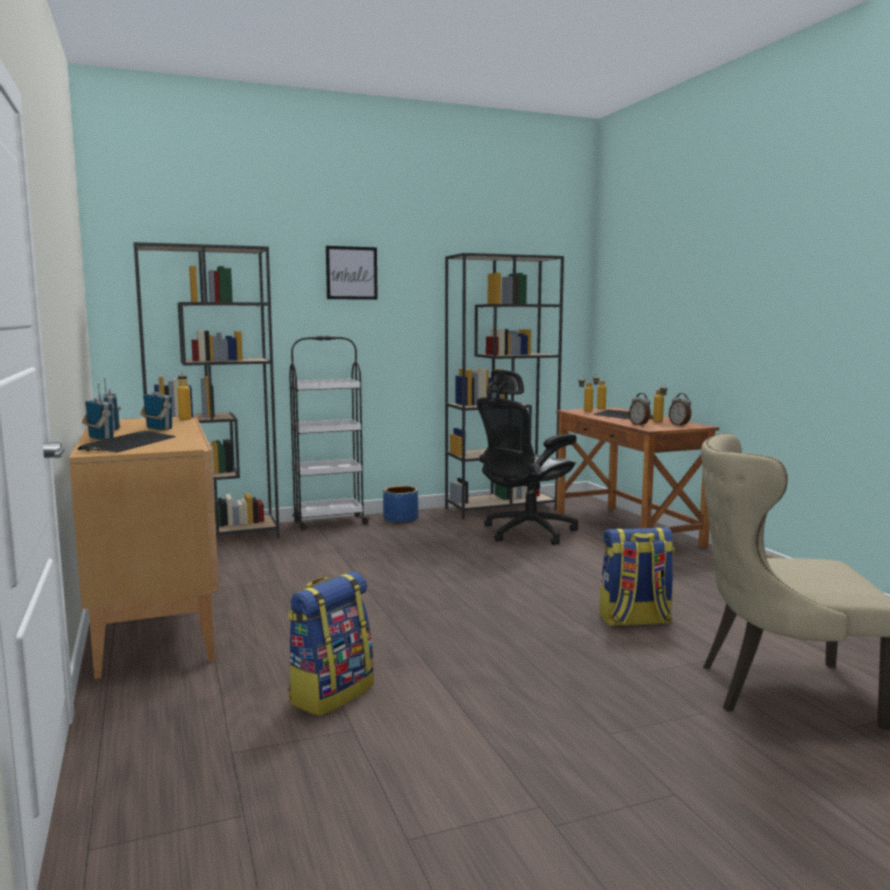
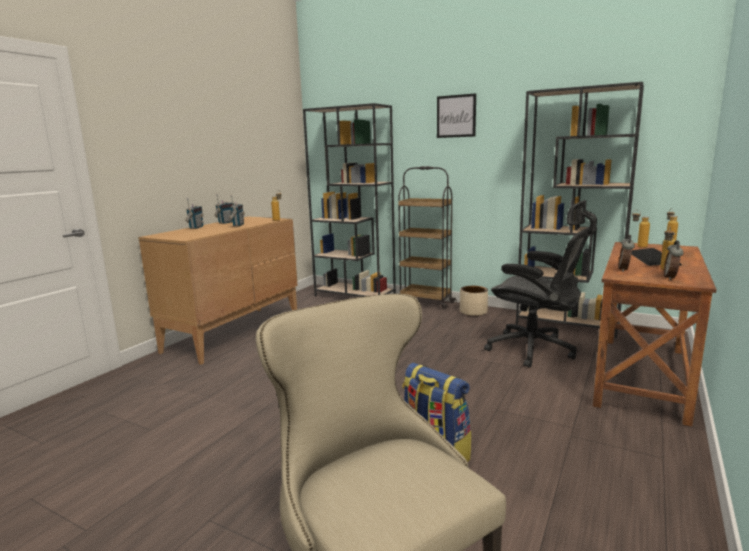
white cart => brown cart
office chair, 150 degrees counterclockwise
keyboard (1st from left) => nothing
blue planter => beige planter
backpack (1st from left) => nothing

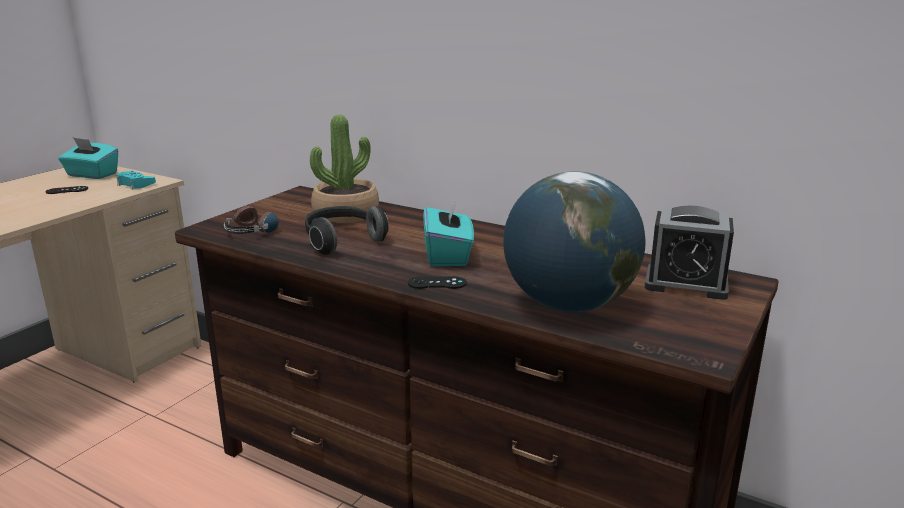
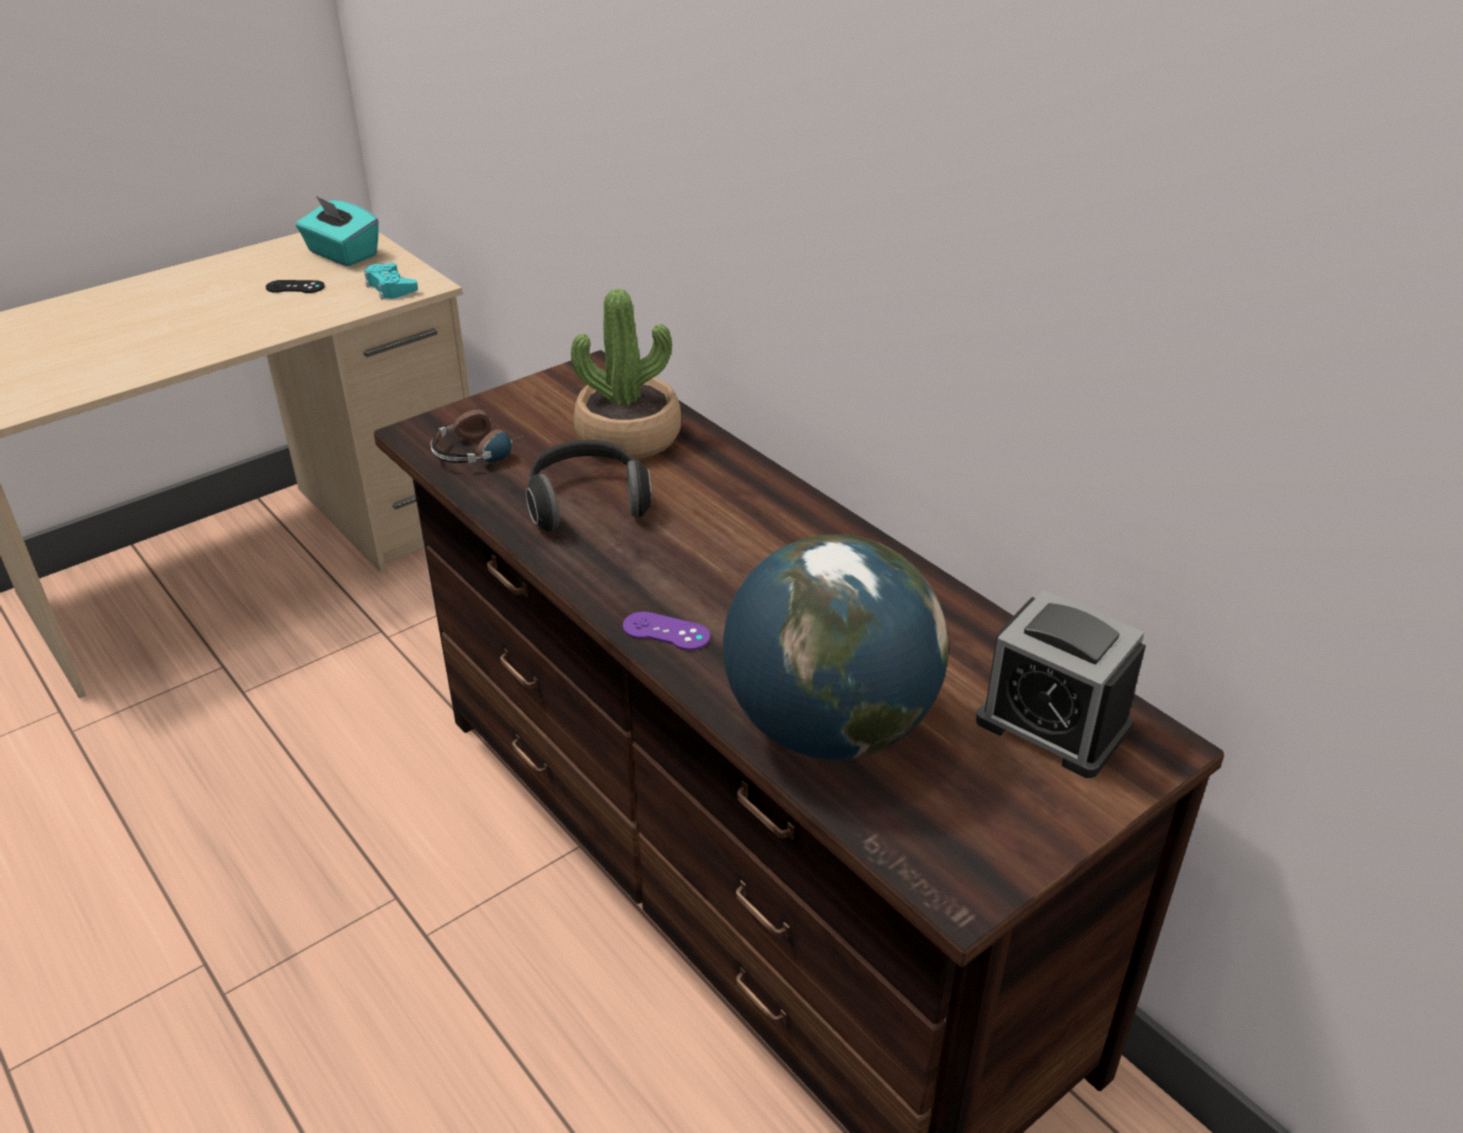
turquoise tissue box (2nd from left) => nothing
black game controller (2nd from left) => purple game controller

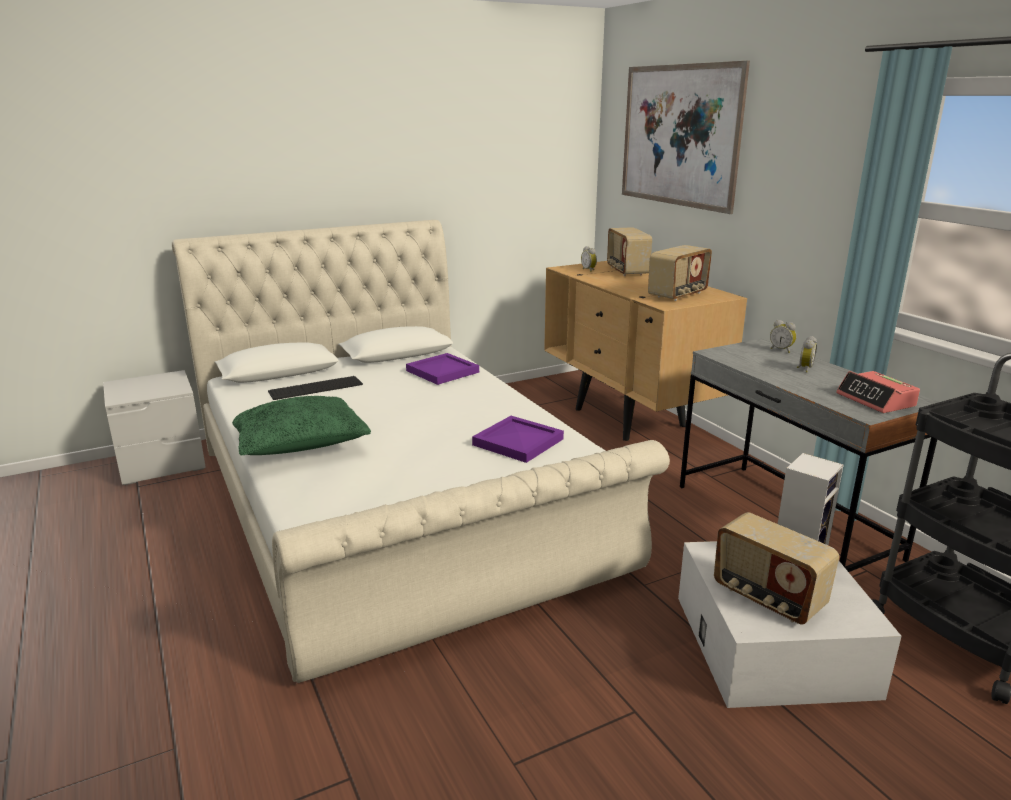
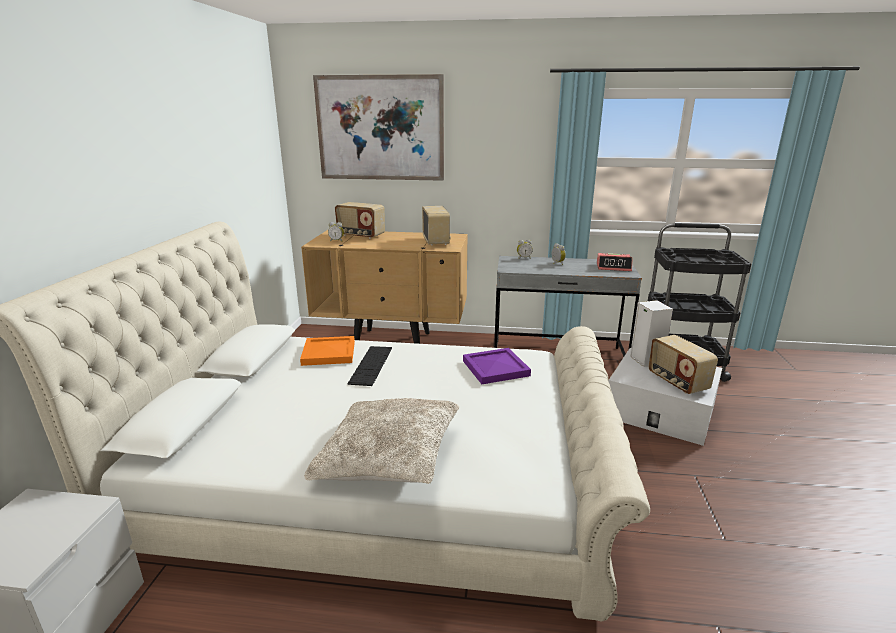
purple tray (1st from left) => orange tray
keyboard, move
green pillow => beige pillow
radio (3rd from left), 75 degrees clockwise

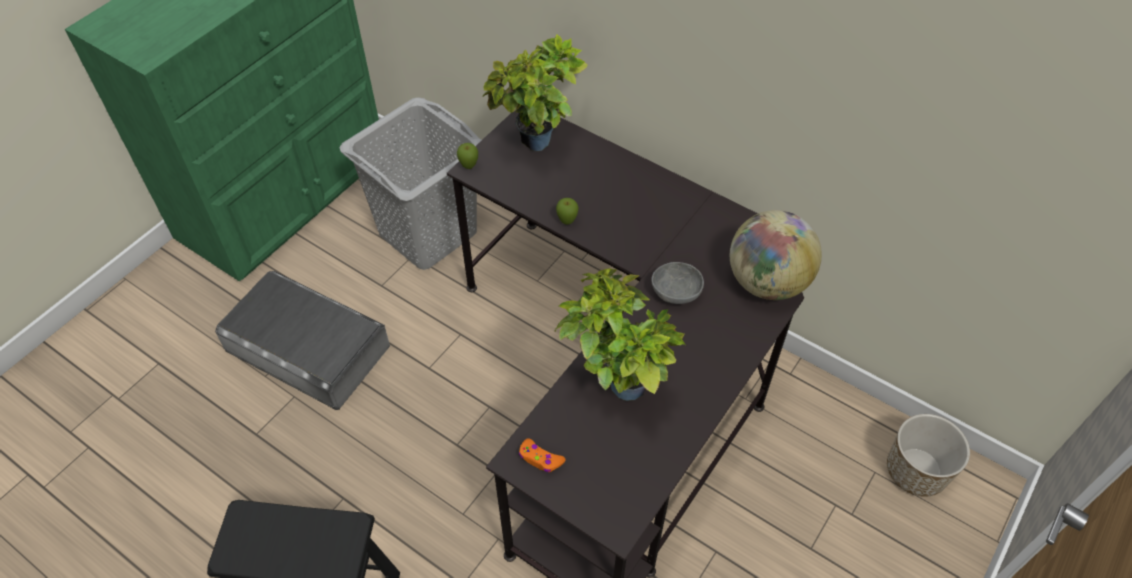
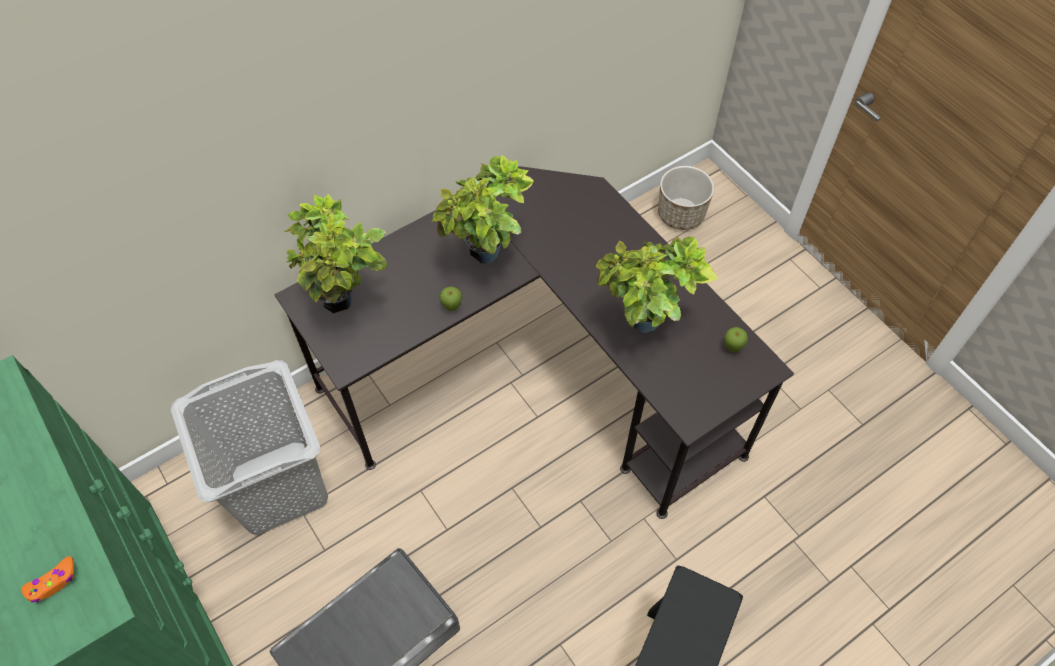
apple (1st from left in the first image) => apple (2nd from left), move
globe => nothing
grey bowl => nothing
orange game controller, move
nothing => potted plant (2nd from left)

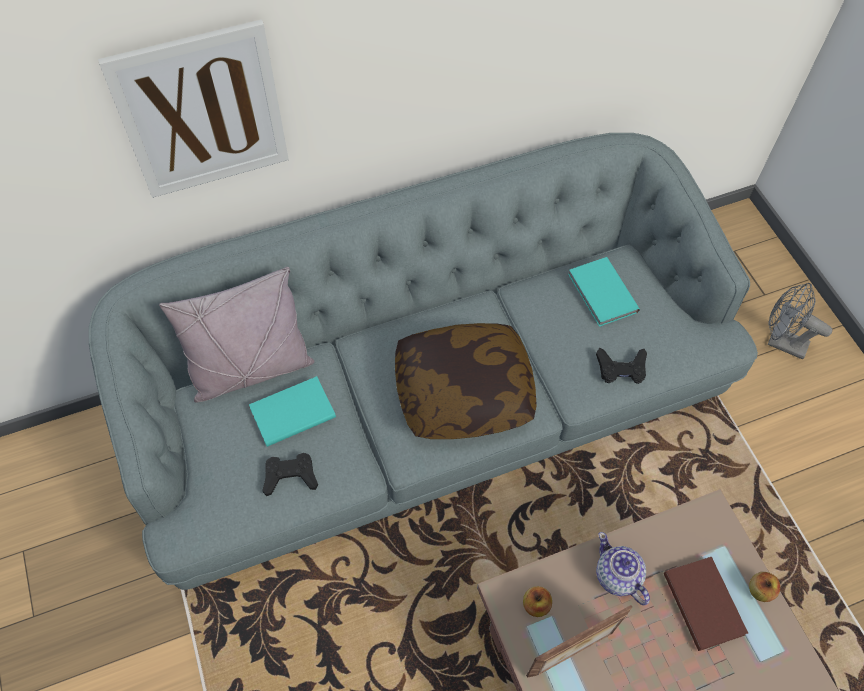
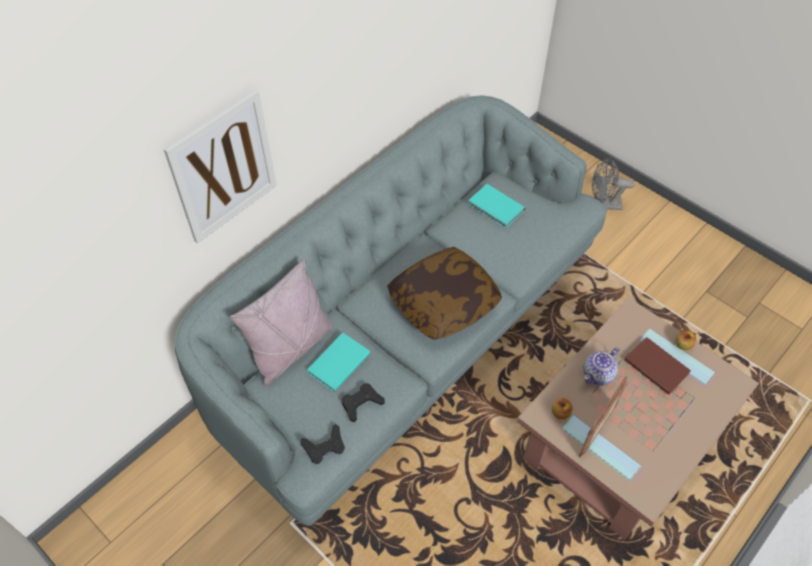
black game controller (2nd from left in the first image) => black game controller (1st from left), move
teapot, 75 degrees counterclockwise

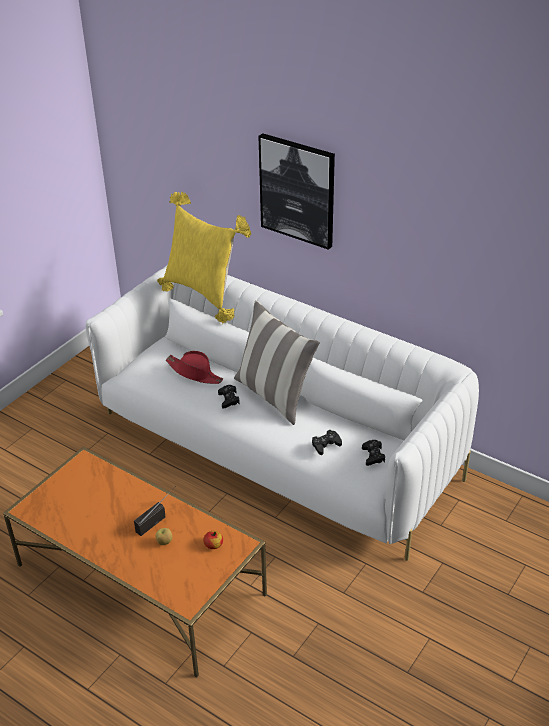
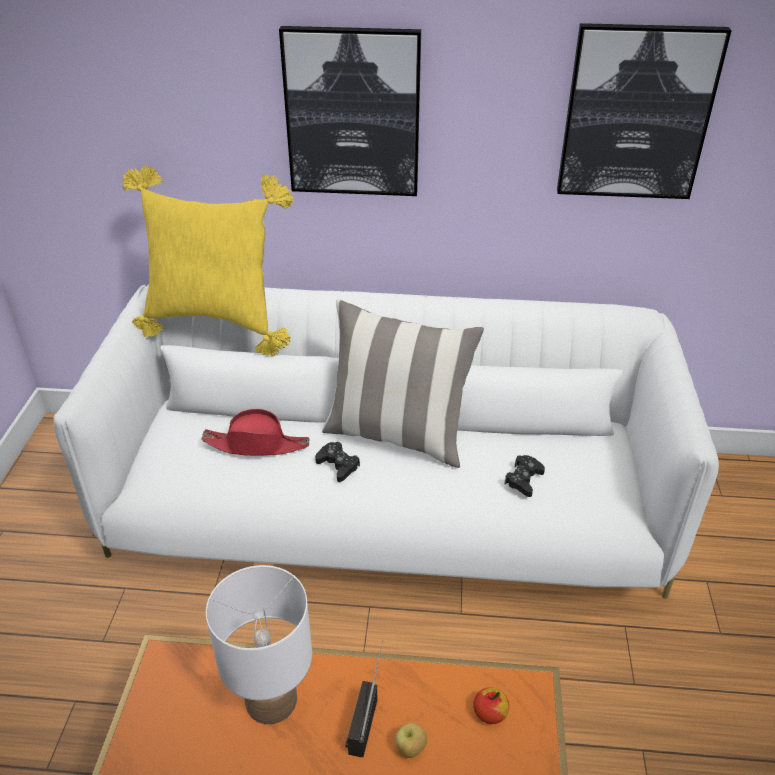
black game controller (3rd from left) => nothing
nothing => picture (2nd from left)
nothing => white table lamp

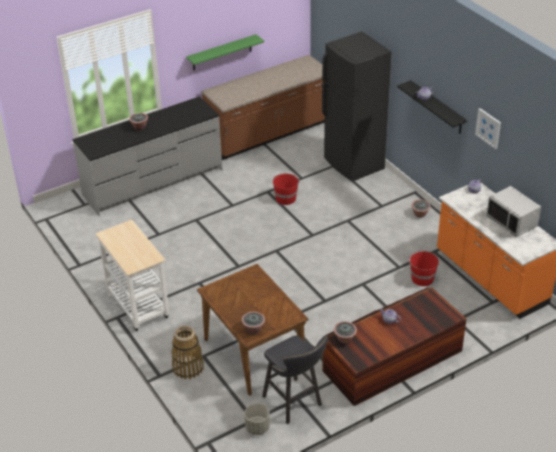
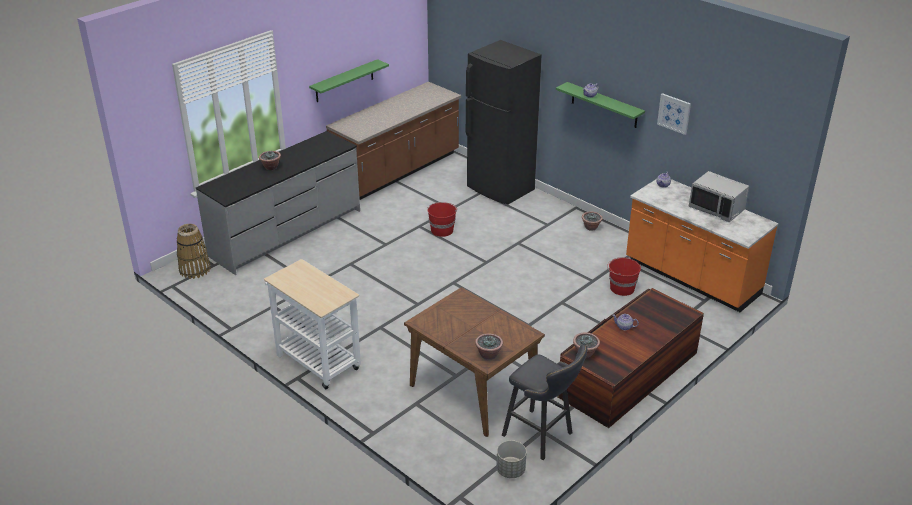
black shelf => green shelf (2nd from left)
basket, move

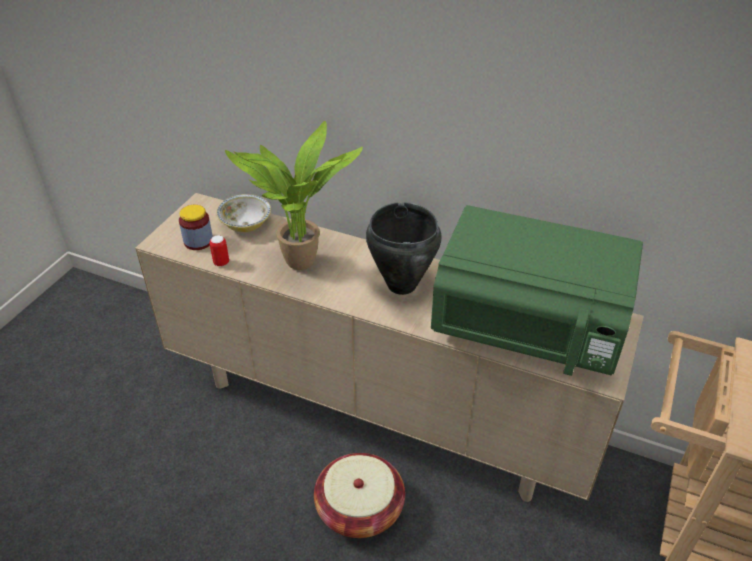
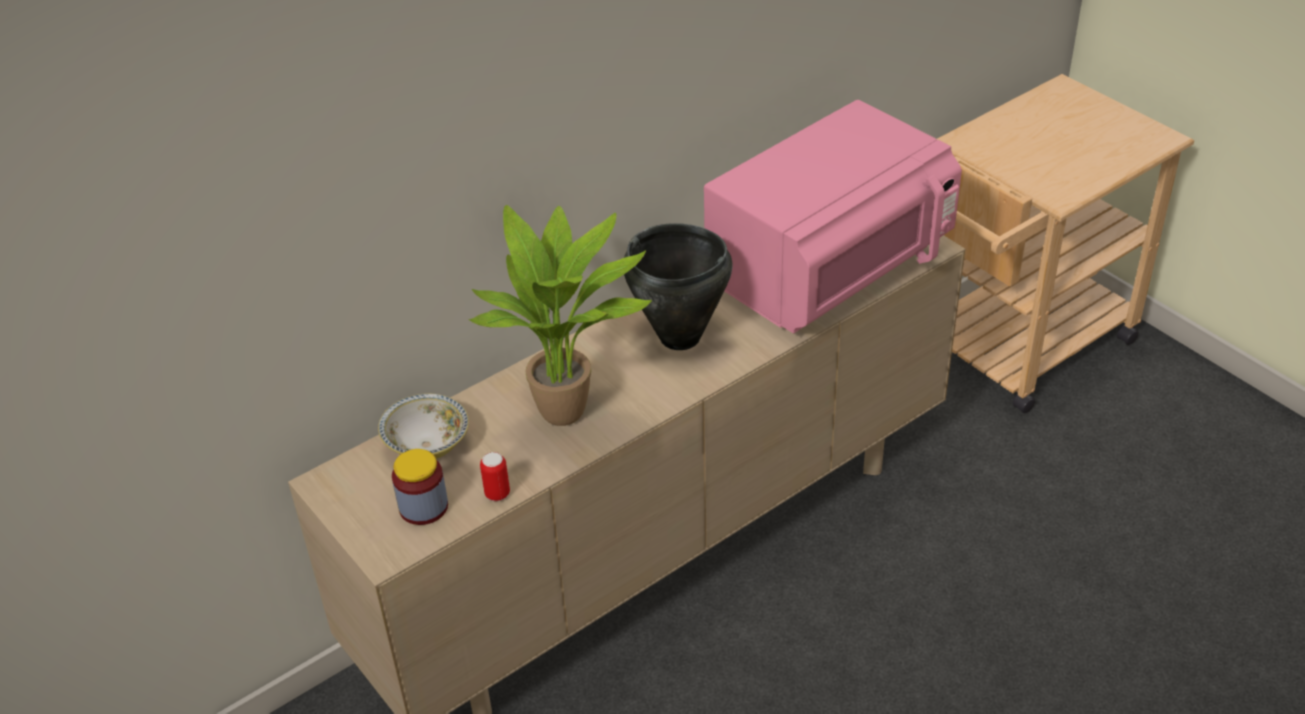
green microwave => pink microwave
basket => nothing

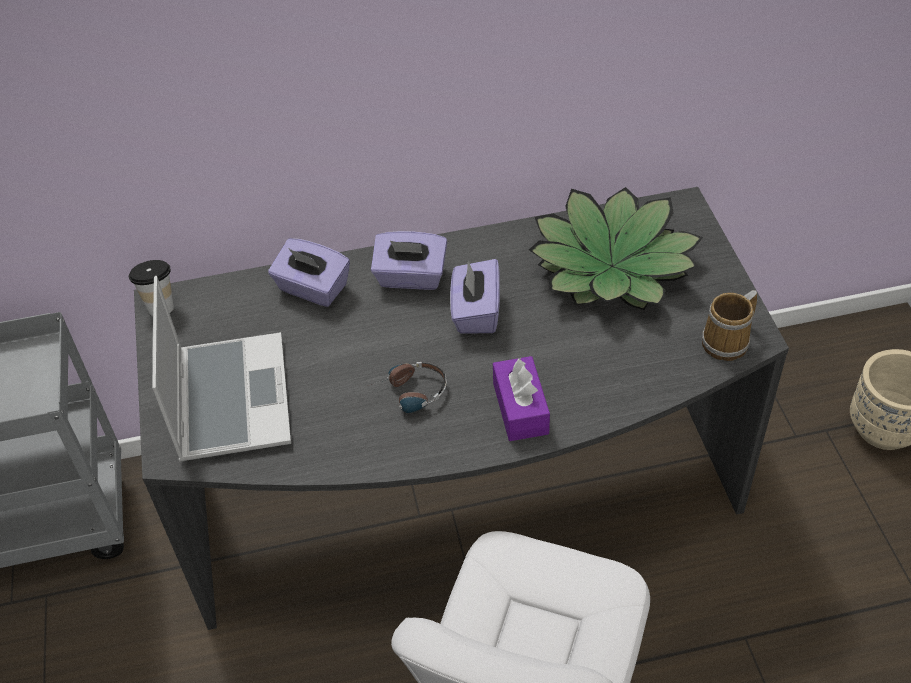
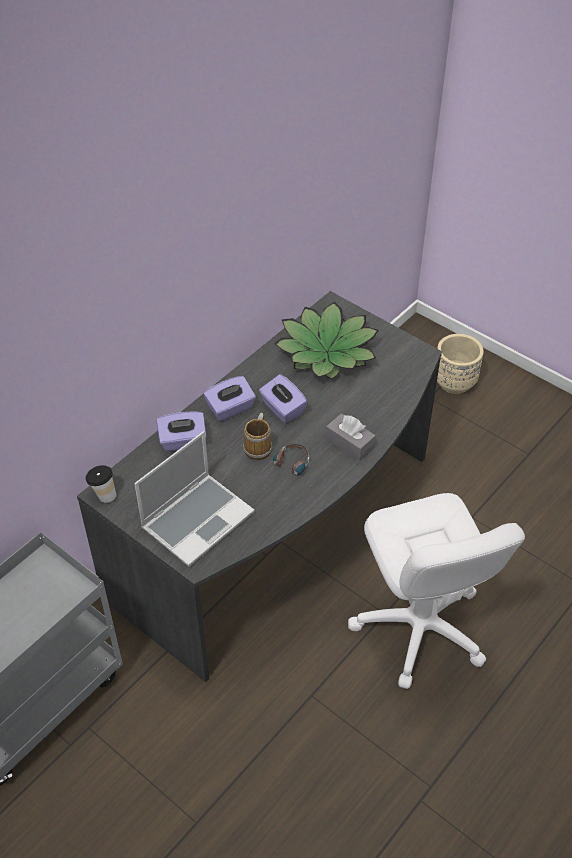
laptop, 90 degrees clockwise
mug, move
purple tissue box (4th from left) => grey tissue box

